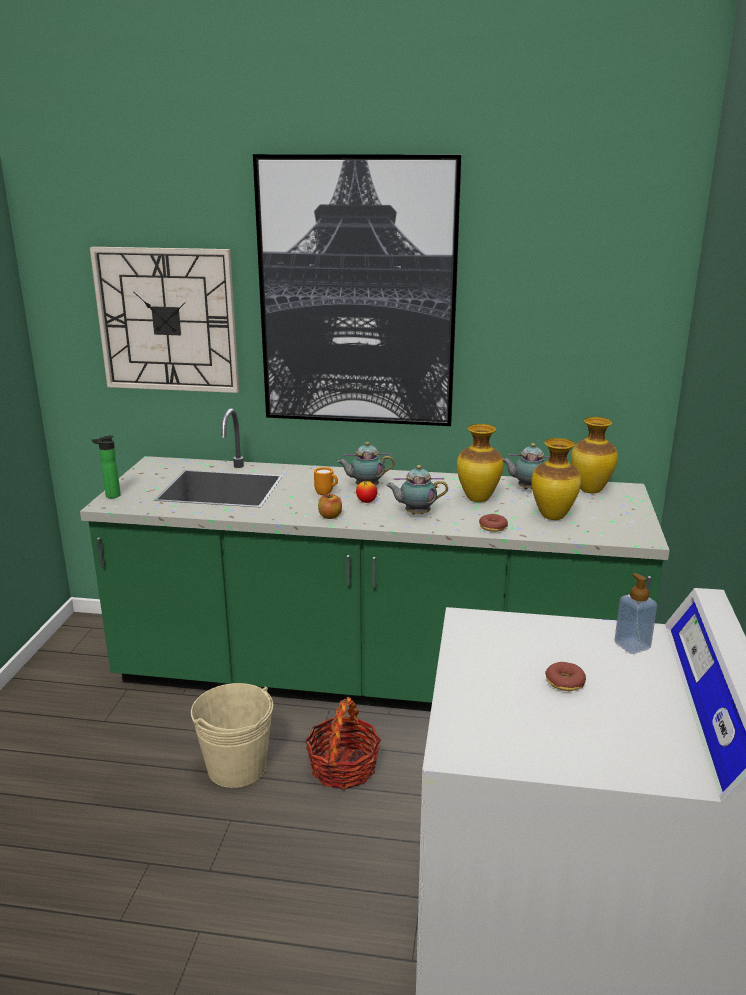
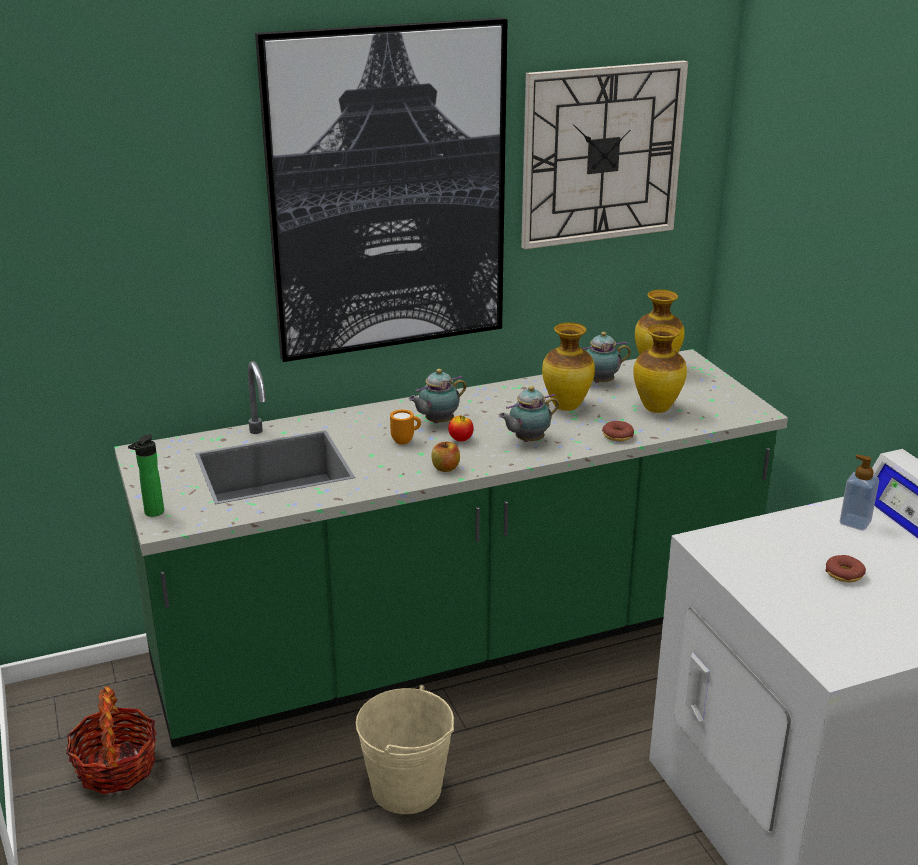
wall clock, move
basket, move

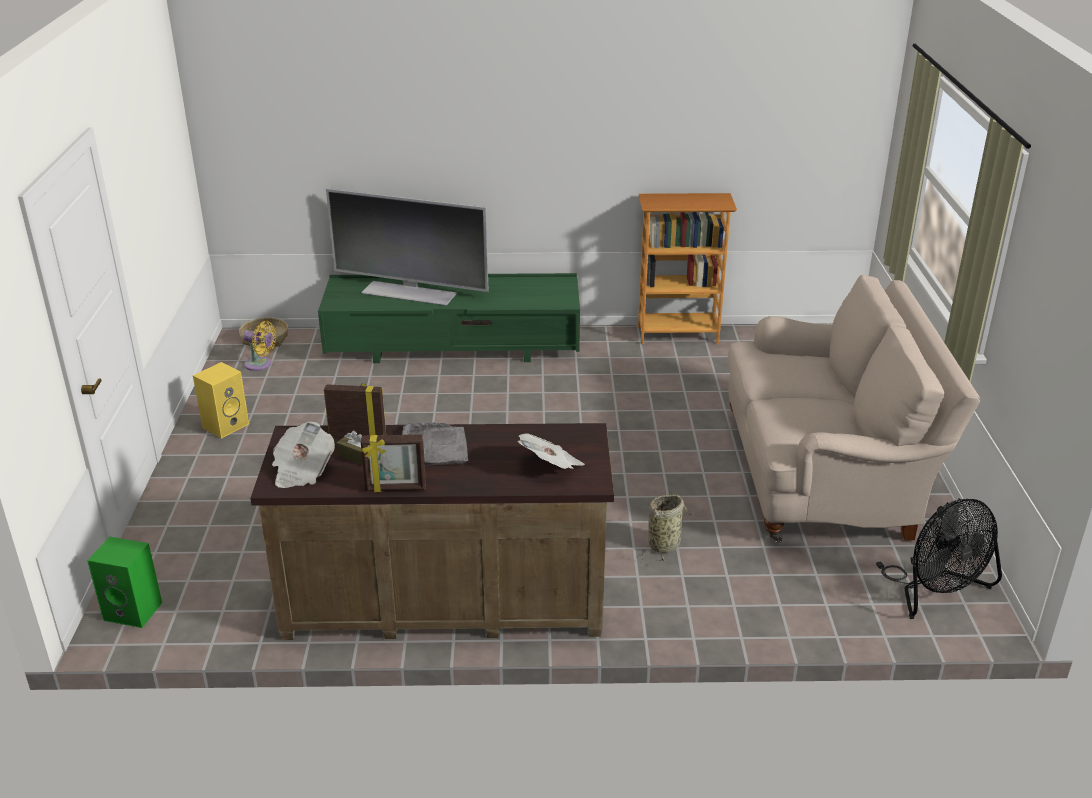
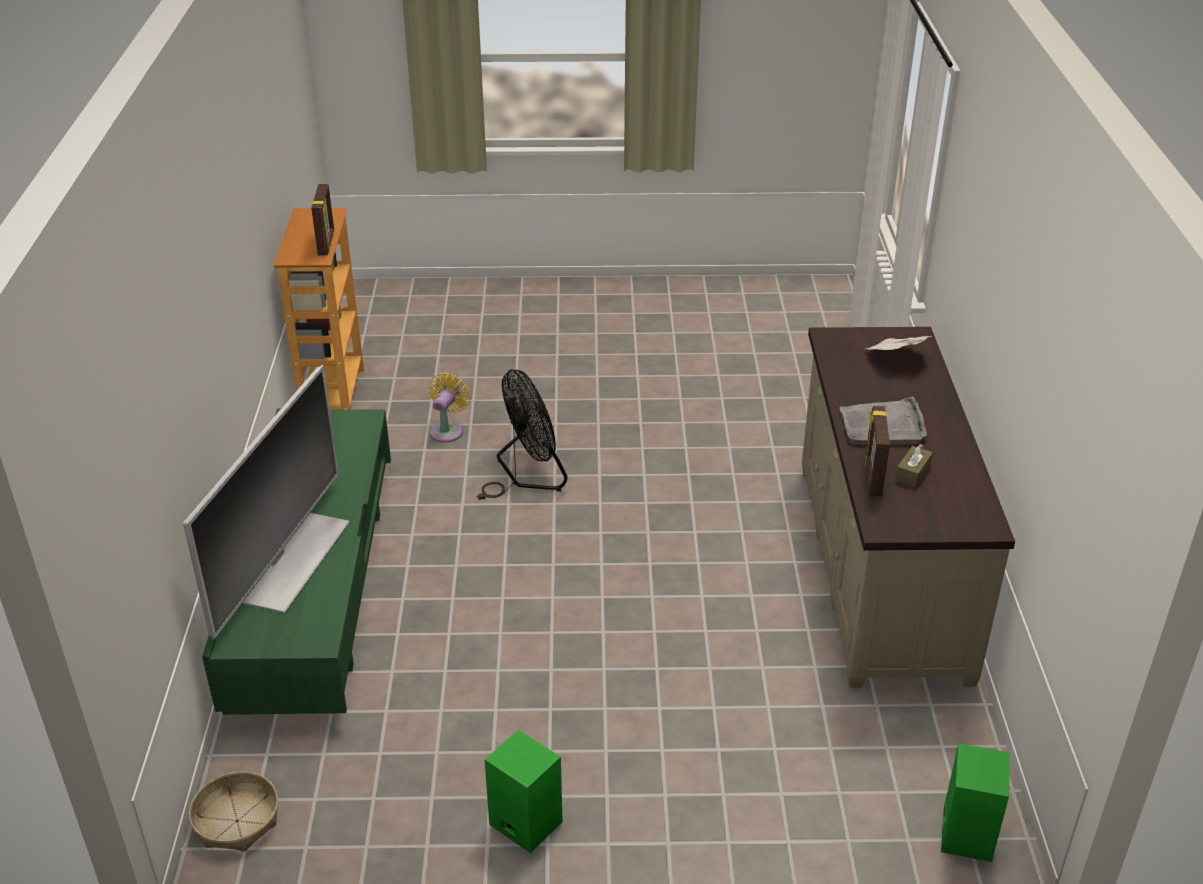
beige sofa => nothing
yellow fan, move
yellow speaker => green speaker (1st from left)
newspaper (1st from left) => nothing
picture frame (2nd from left in the first image) => picture frame (1st from left), move
basket (2nd from left) => nothing
black fan, move

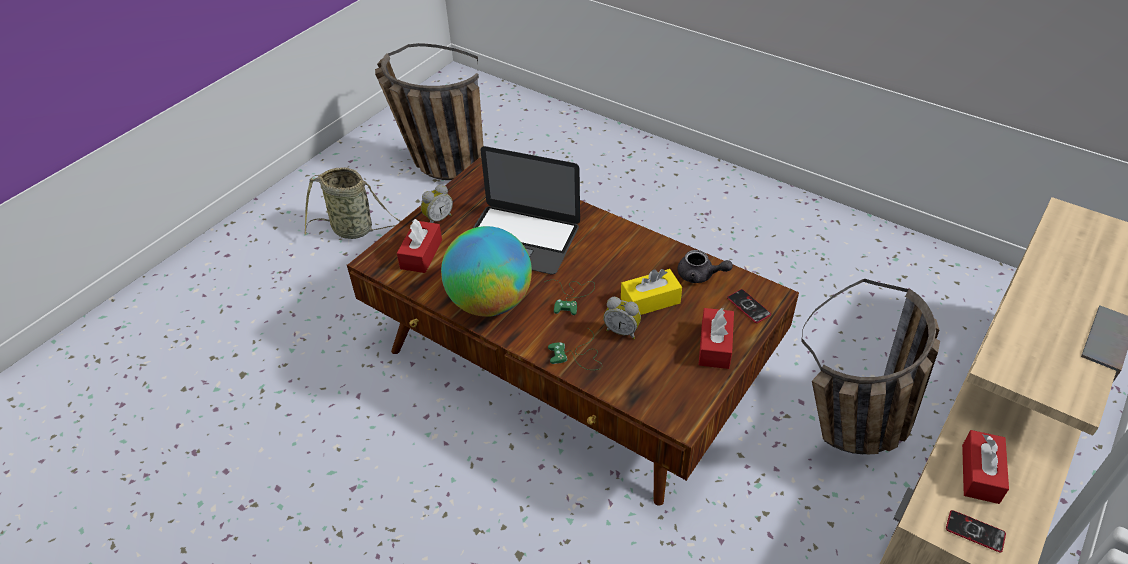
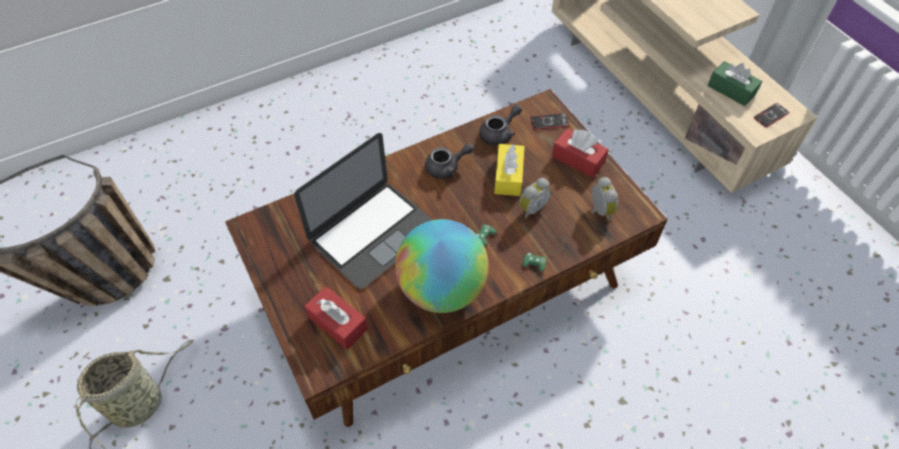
alarm clock (1st from left in the first image) => alarm clock (2nd from left), move
basket (3rd from left) => nothing
red tissue box (3rd from left) => green tissue box
nothing => grey teapot (1st from left)

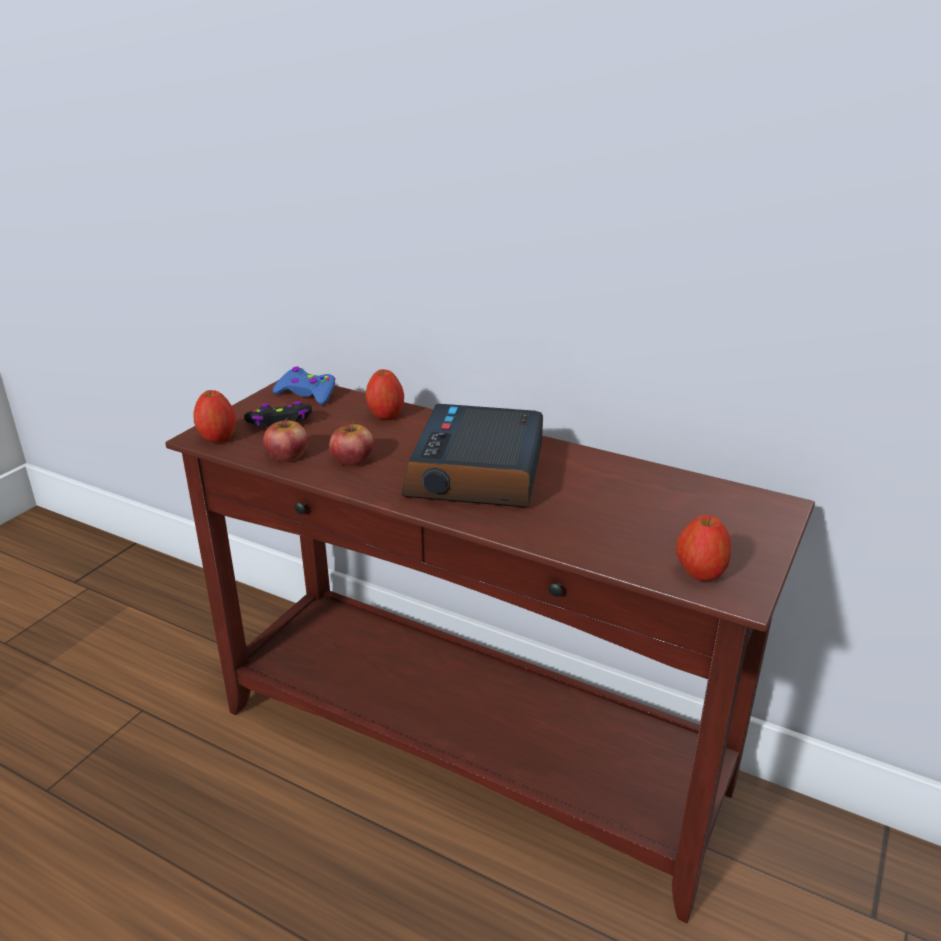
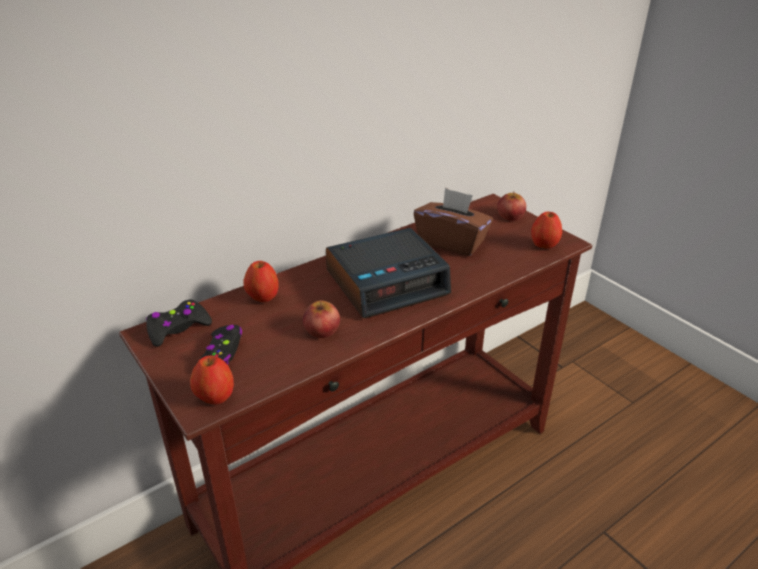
blue game controller => black game controller (1st from left)
alarm clock, 60 degrees counterclockwise
apple (2nd from left in the first image) => apple (4th from left), move
nothing => brown tissue box

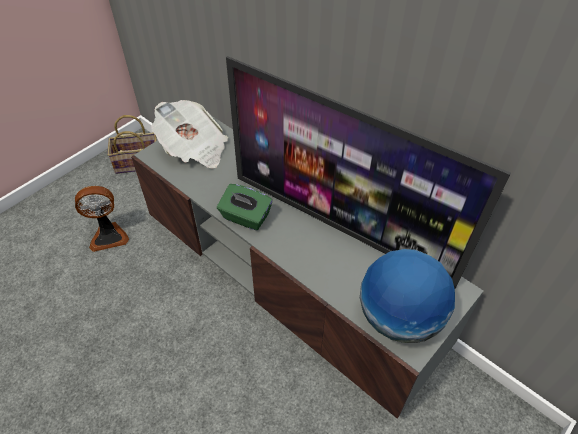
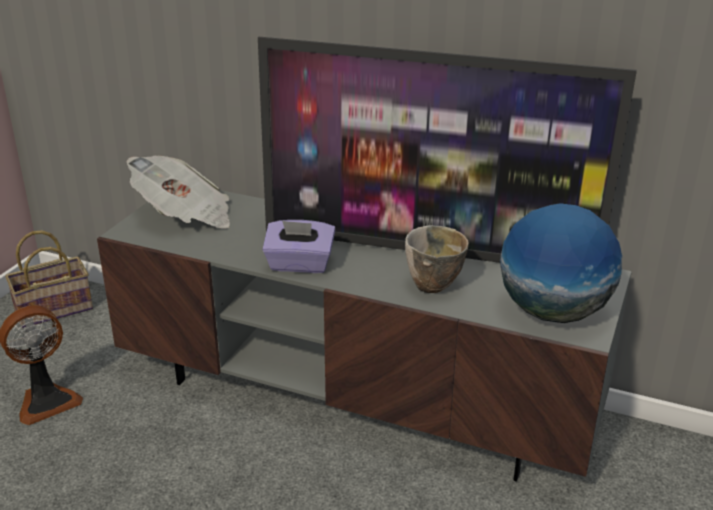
green tissue box => purple tissue box
nothing => bowl

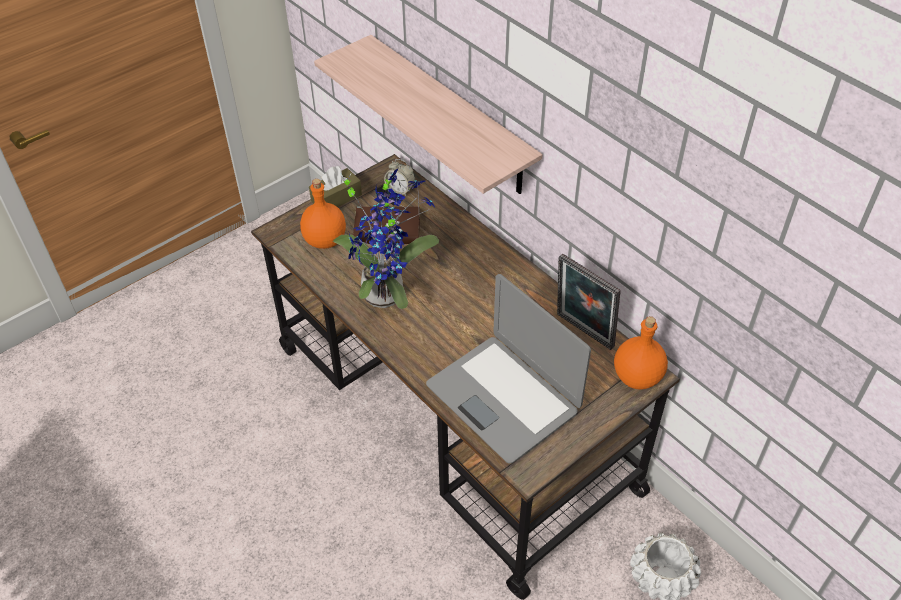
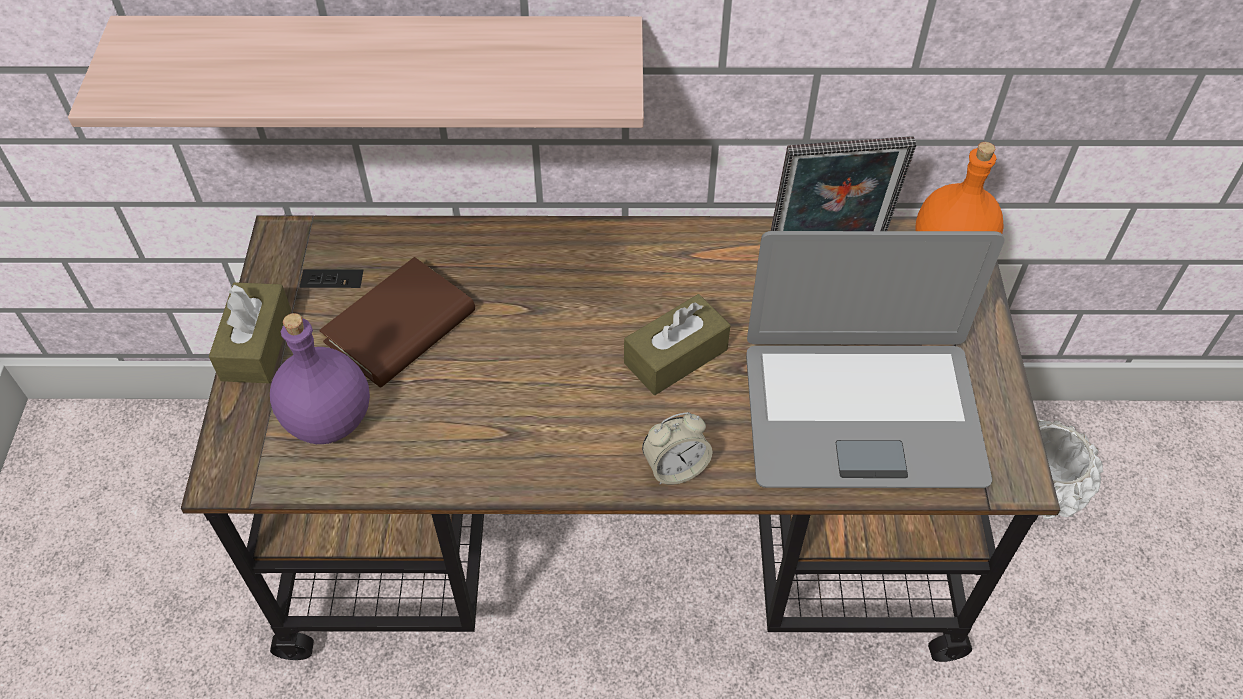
alarm clock, move
potted plant => nothing
orange bottle (1st from left) => purple bottle
nothing => brown tissue box (2nd from left)

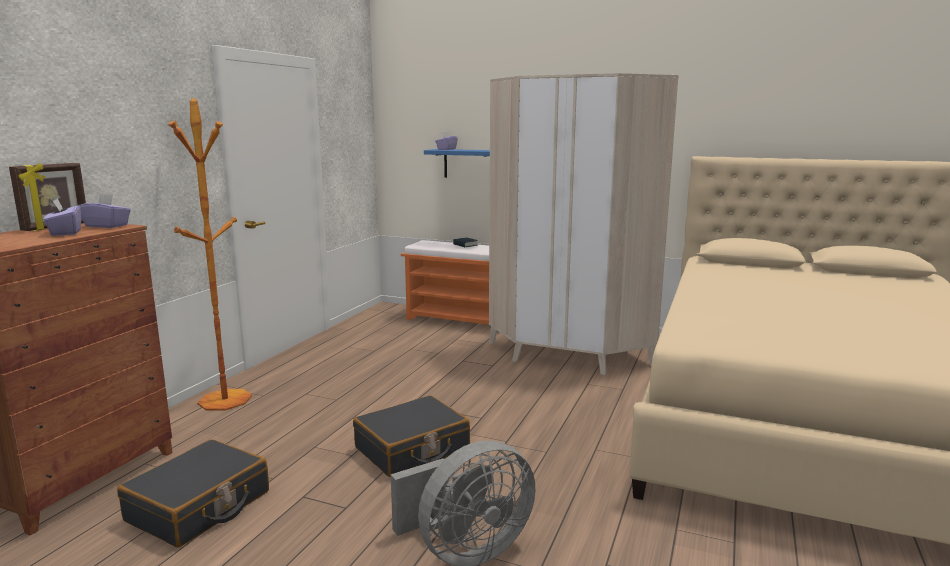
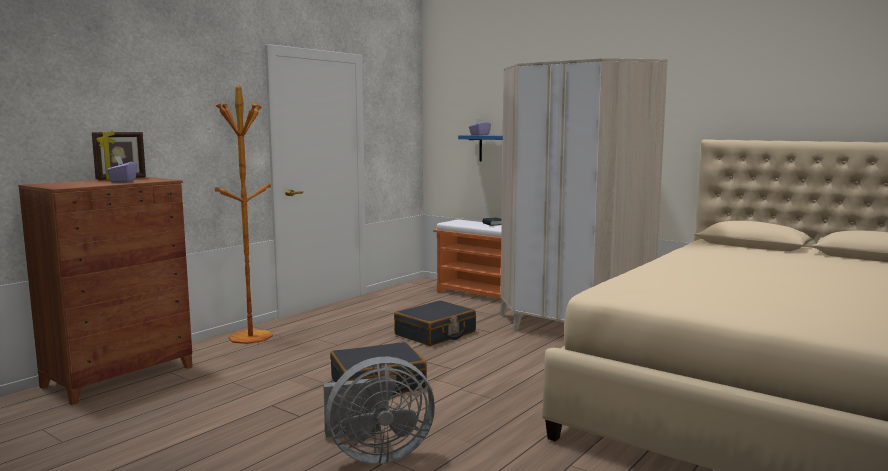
purple tissue box (2nd from left) => nothing
black suitcase (1st from left in the first image) => black suitcase (2nd from left), move

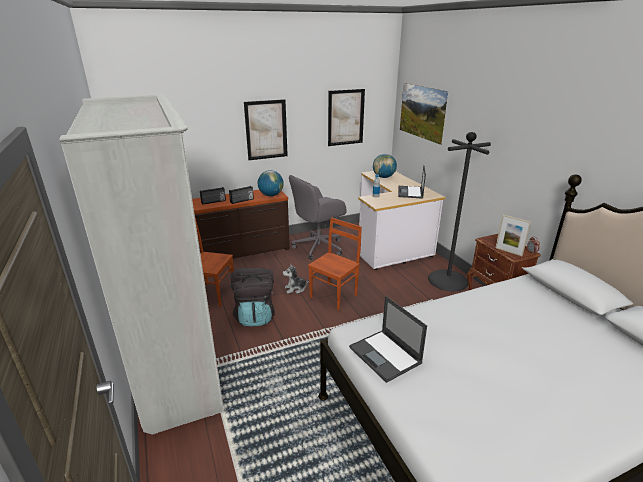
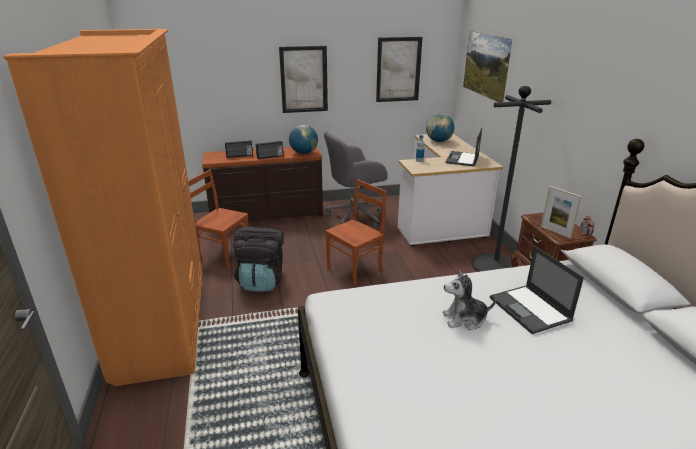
white wardrobe => orange wardrobe
plush toy, move
laptop (1st from left in the first image) => laptop (2nd from left), move

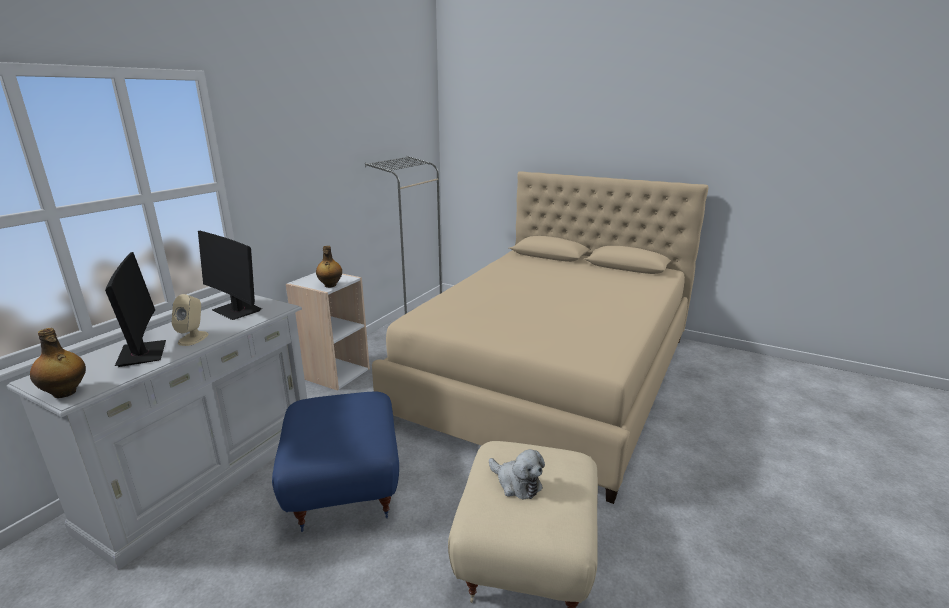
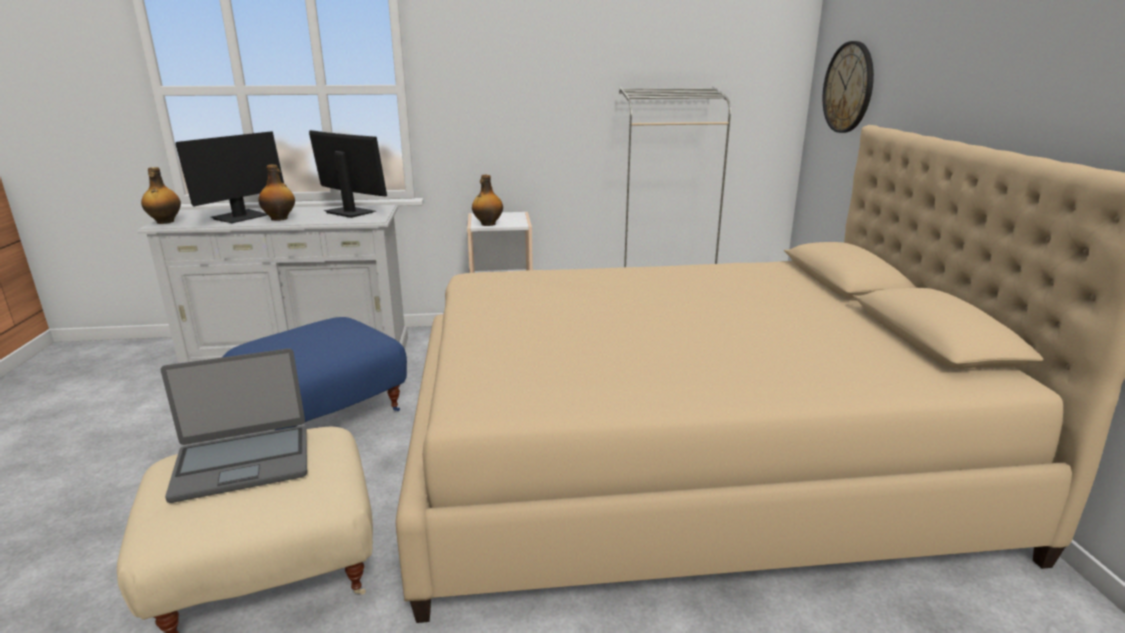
monitor (2nd from left), 120 degrees clockwise
beige speaker => bottle (2nd from left)
plush toy => laptop
nothing => wall clock

